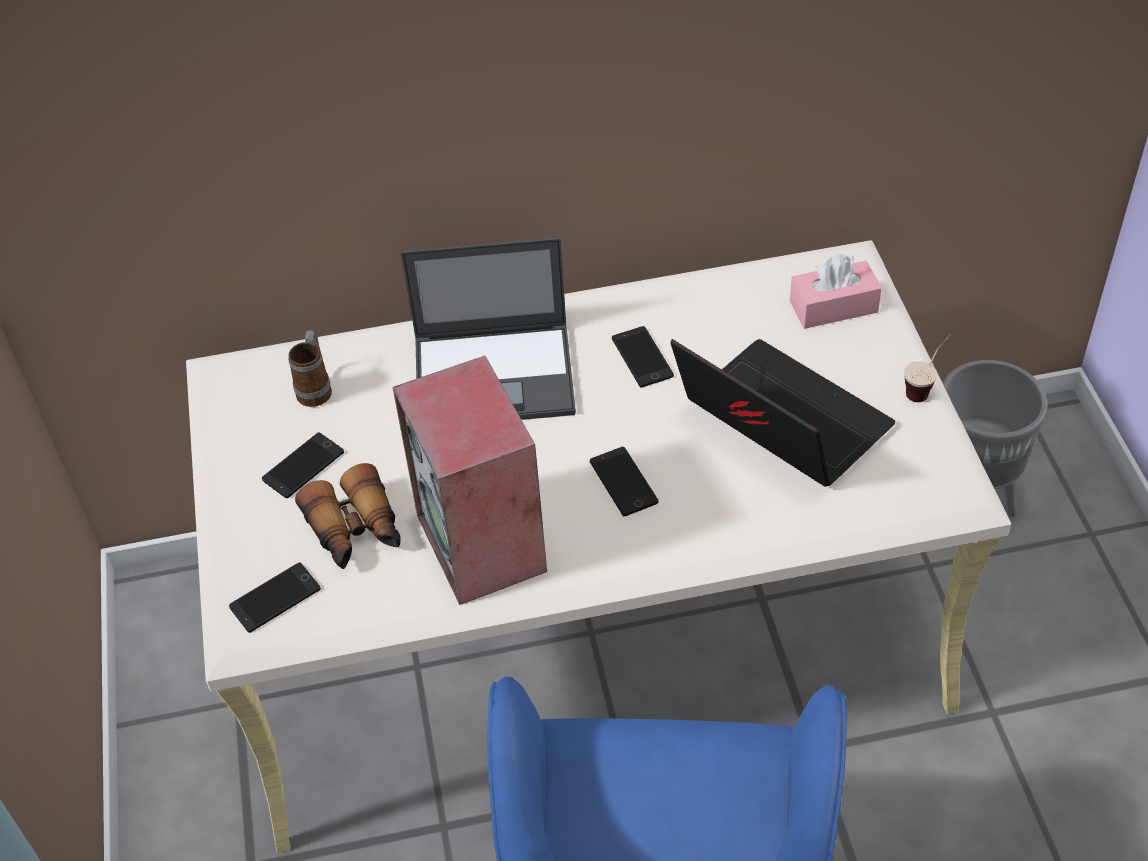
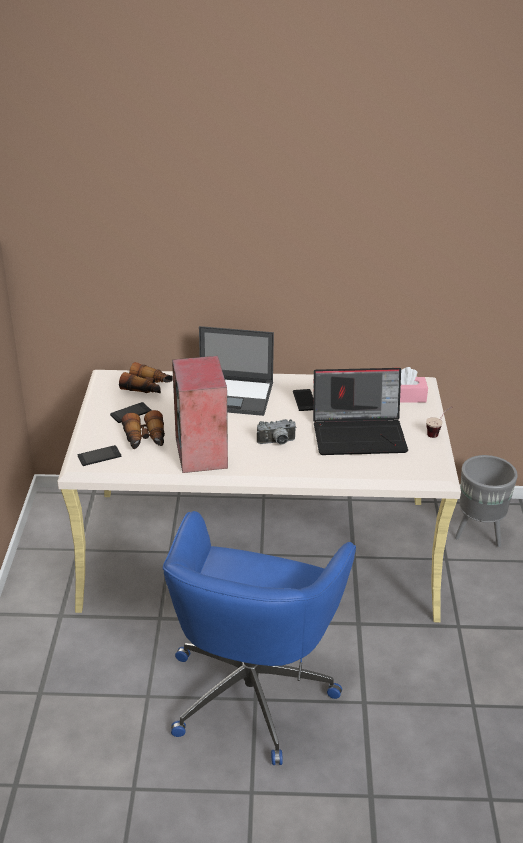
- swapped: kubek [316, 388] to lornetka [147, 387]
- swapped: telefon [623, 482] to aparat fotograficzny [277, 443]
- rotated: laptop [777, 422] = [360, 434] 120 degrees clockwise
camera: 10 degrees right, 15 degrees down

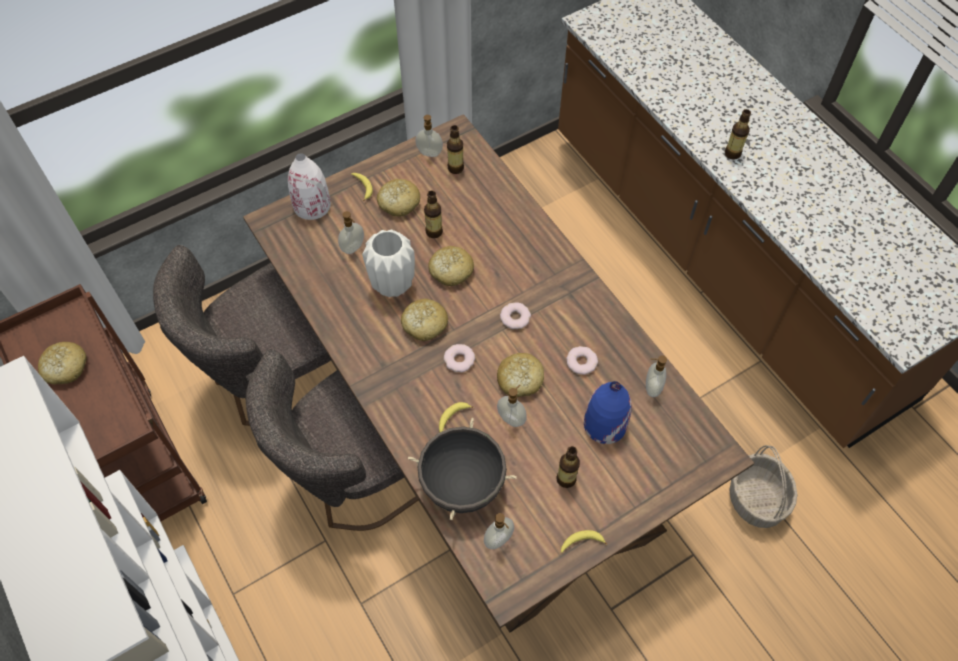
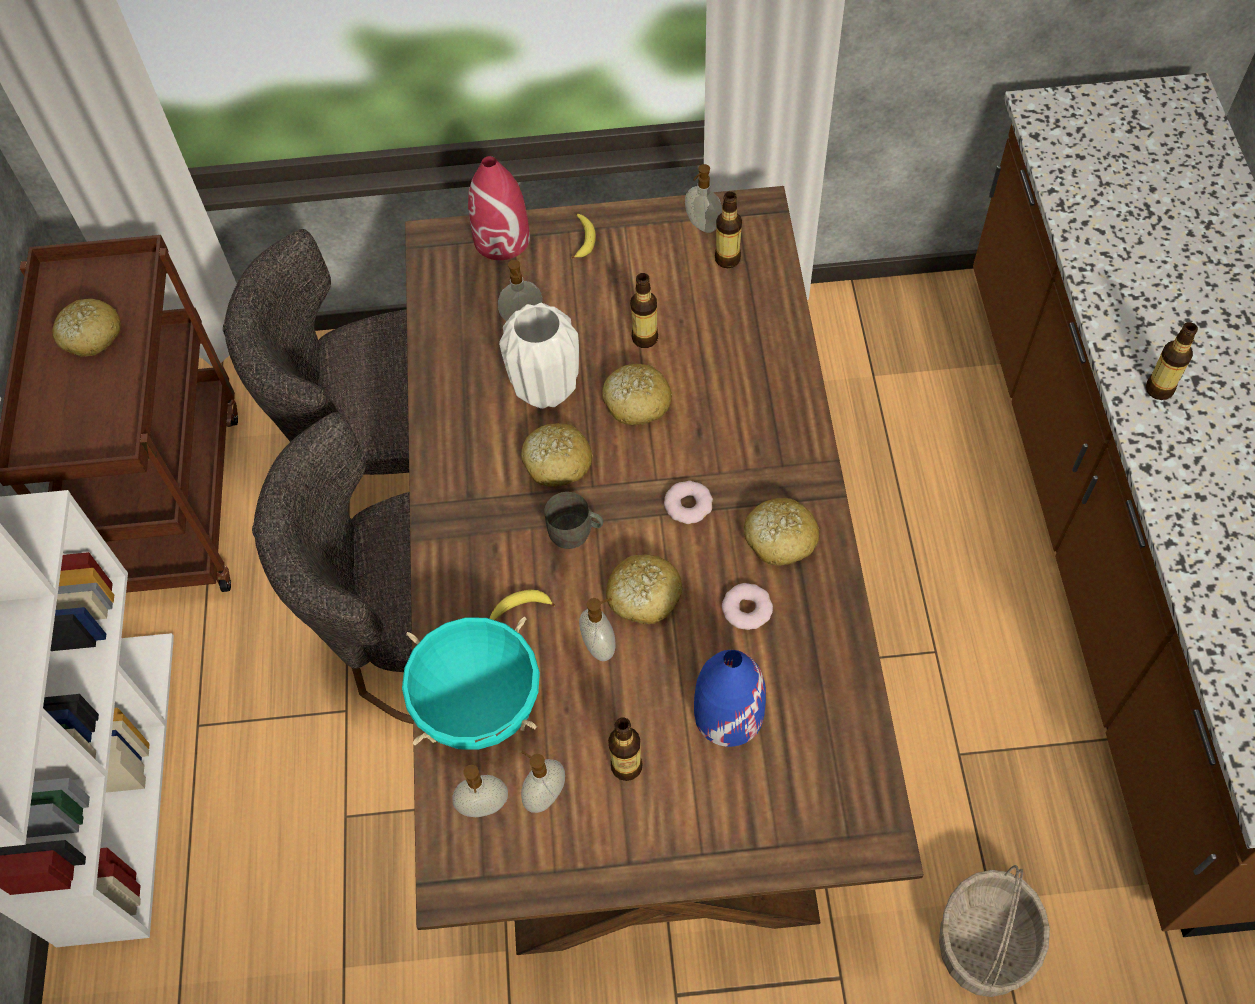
- repainted: wazon (biały) [312, 205] to wazon (czerwony) [502, 239]
- shifted: chleb [398, 203] to [779, 538]
- repainted: garnek (czarny) [463, 485] to garnek (turkusowy) [480, 708]
- swapped: donut [459, 360] to kubek (szary) [575, 532]
- gone: banan [581, 542]
- shifted: dozownik mydła [651, 387] to [544, 795]
camera: 30 degrees right, 0 degrees up

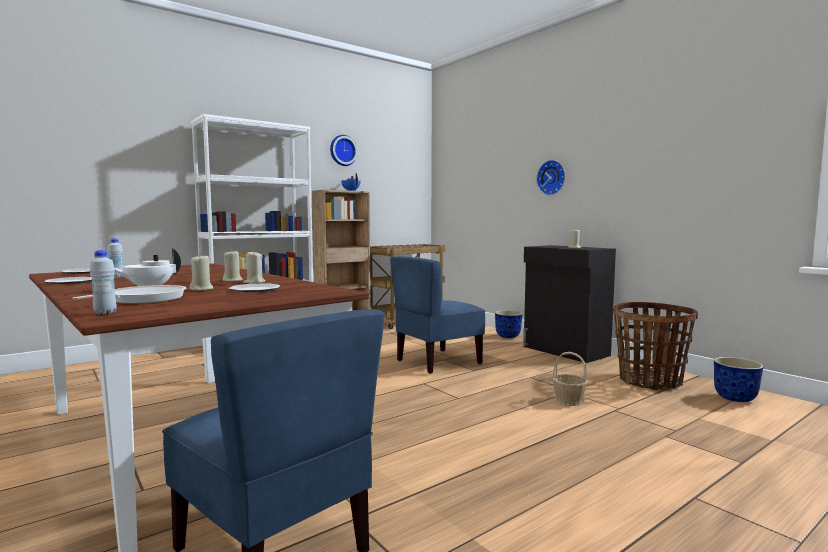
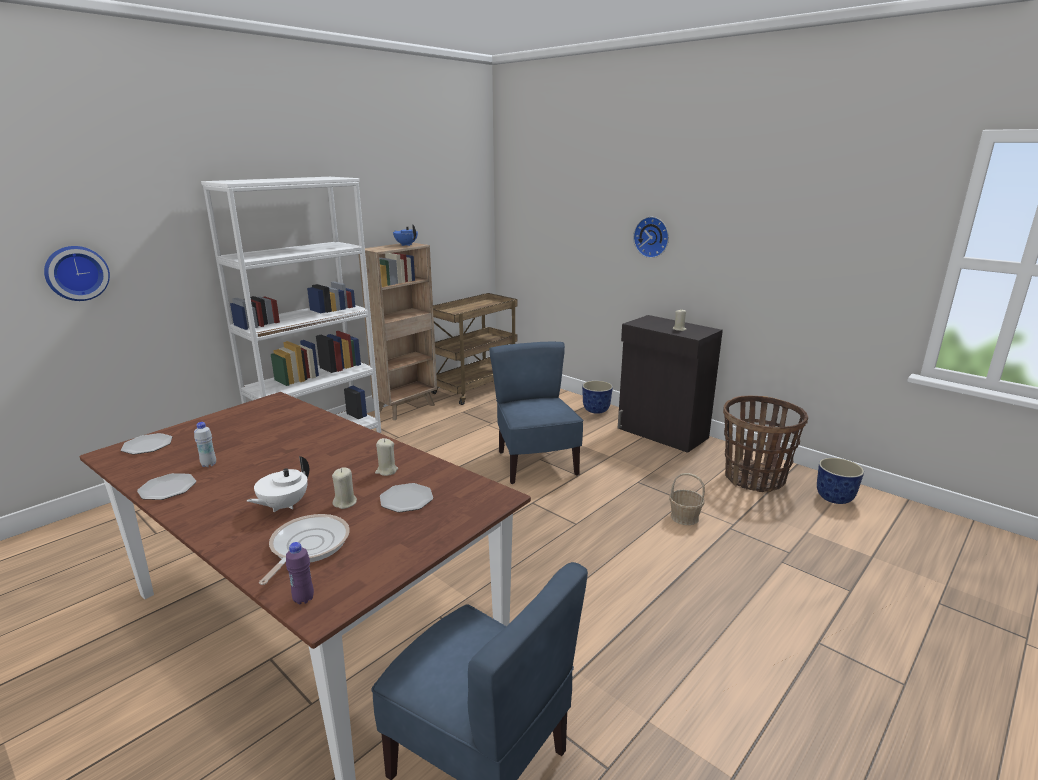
- repainted: butelka (biały) [105, 313] to butelka (fioletowy) [303, 599]
- gone: świeca (beżowy) [232, 280]
- shifted: zegar ścienny [342, 150] to [76, 273]
- rotated: krzesło (niebieski) [437, 362] = [535, 463] 120 degrees clockwise
camera: 10 degrees left, 15 degrees up

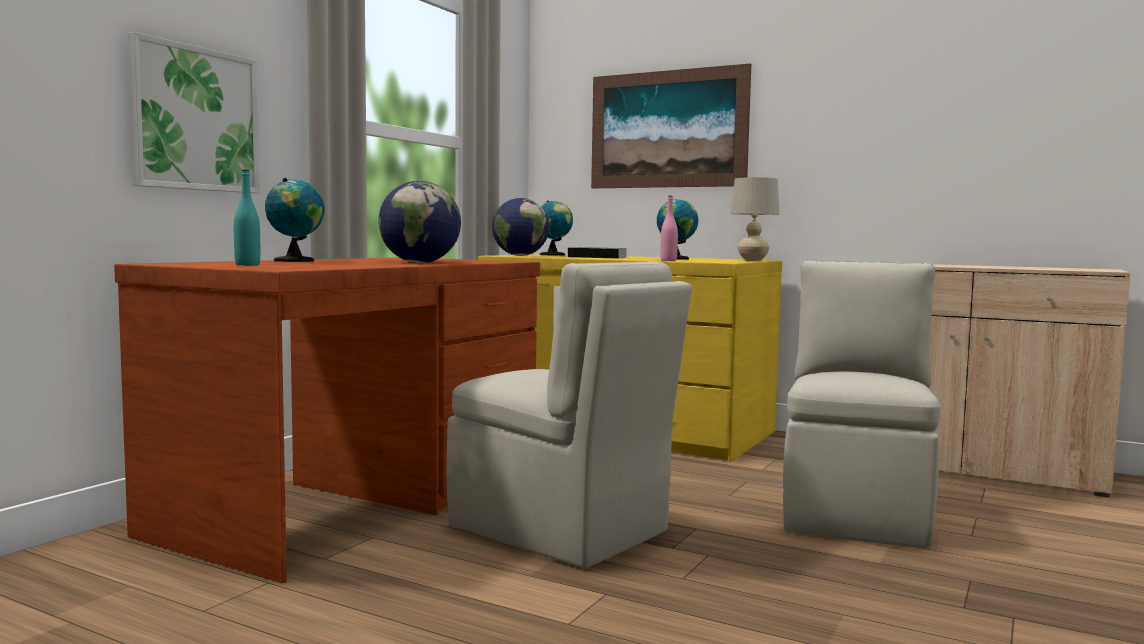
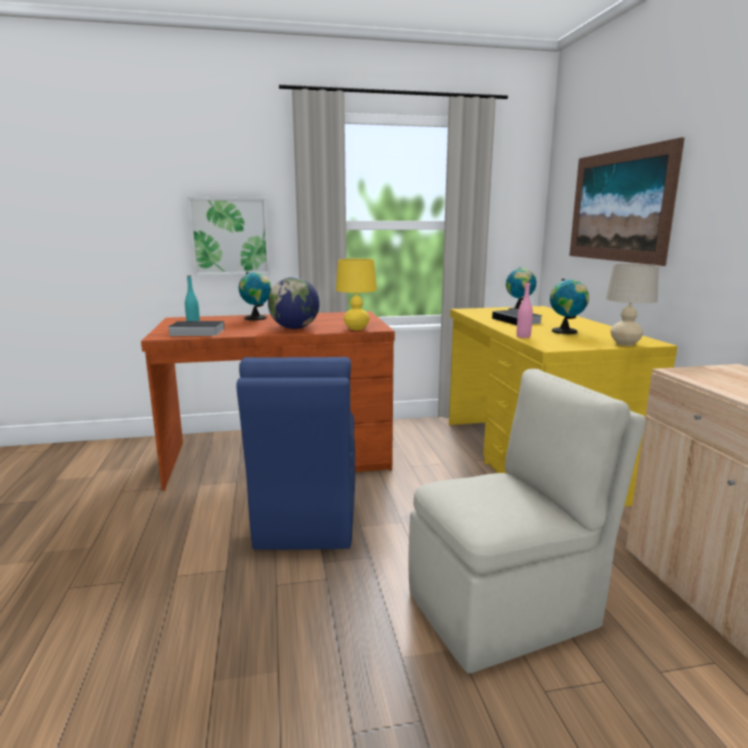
- repainted: krzesło (beżowy) [562, 530] to krzesło (niebieski) [306, 519]
- gone: globus [520, 255]
- new: książka [195, 332]
- new: lampa stołowa (żółty) [356, 329]
camera: 50 degrees right, 10 degrees up

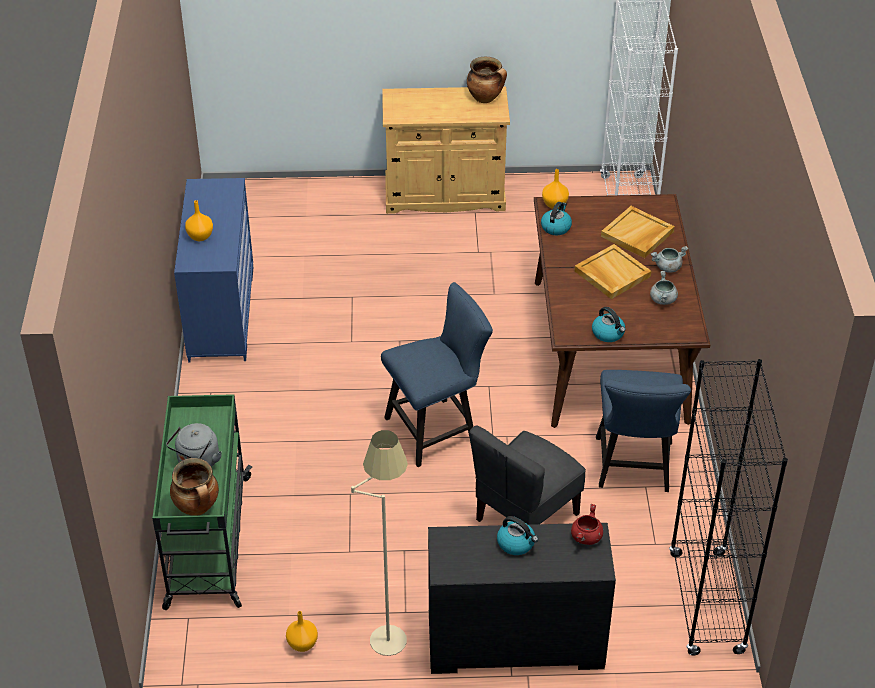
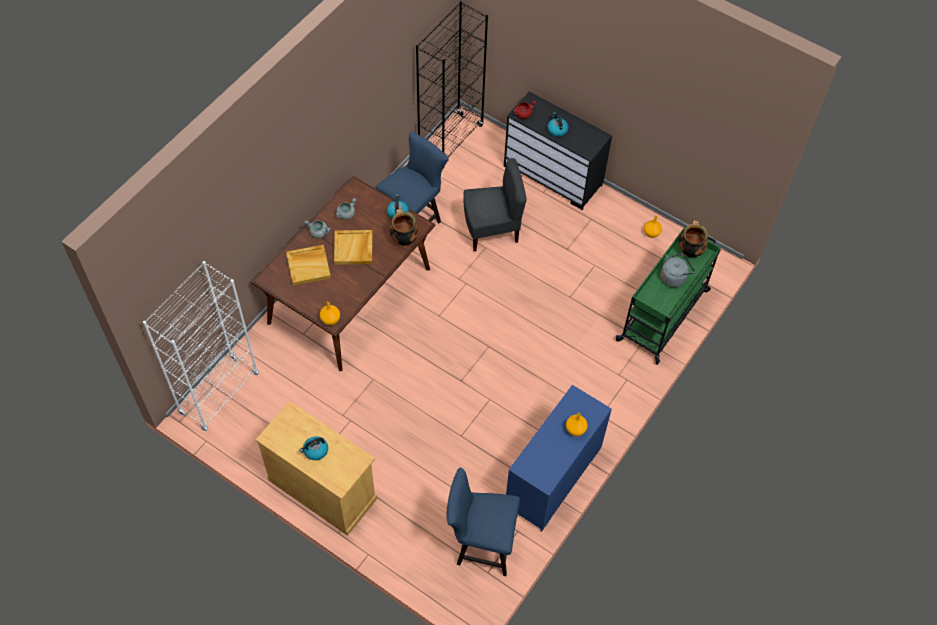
- gone: lampa stojąca (beżowy) [388, 626]
- shifted: krzesło (niebieski) [437, 429] to [480, 544]
- shifted: garnek [486, 98] to [404, 239]
- shifted: czajnik [556, 227] to [315, 451]
camera: 145 degrees left, 15 degrees up

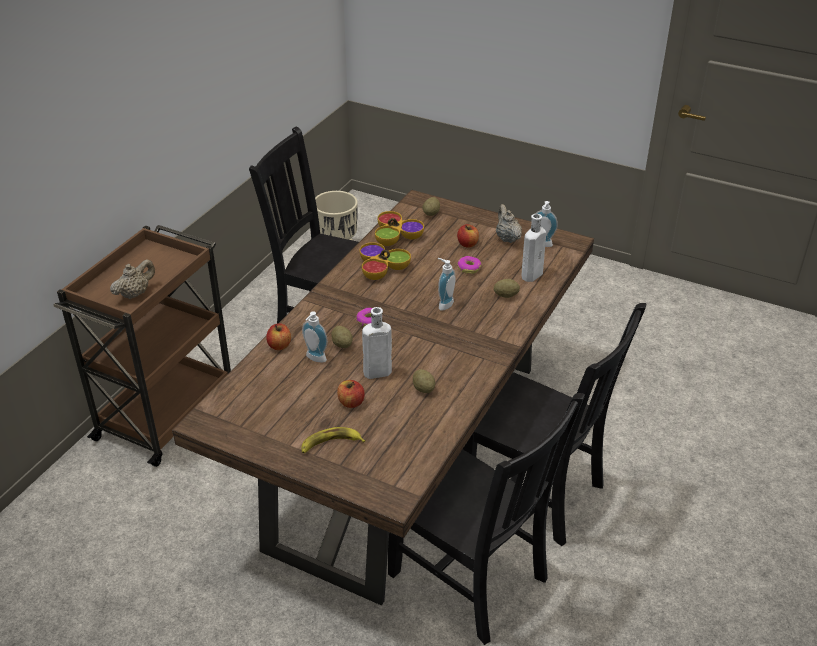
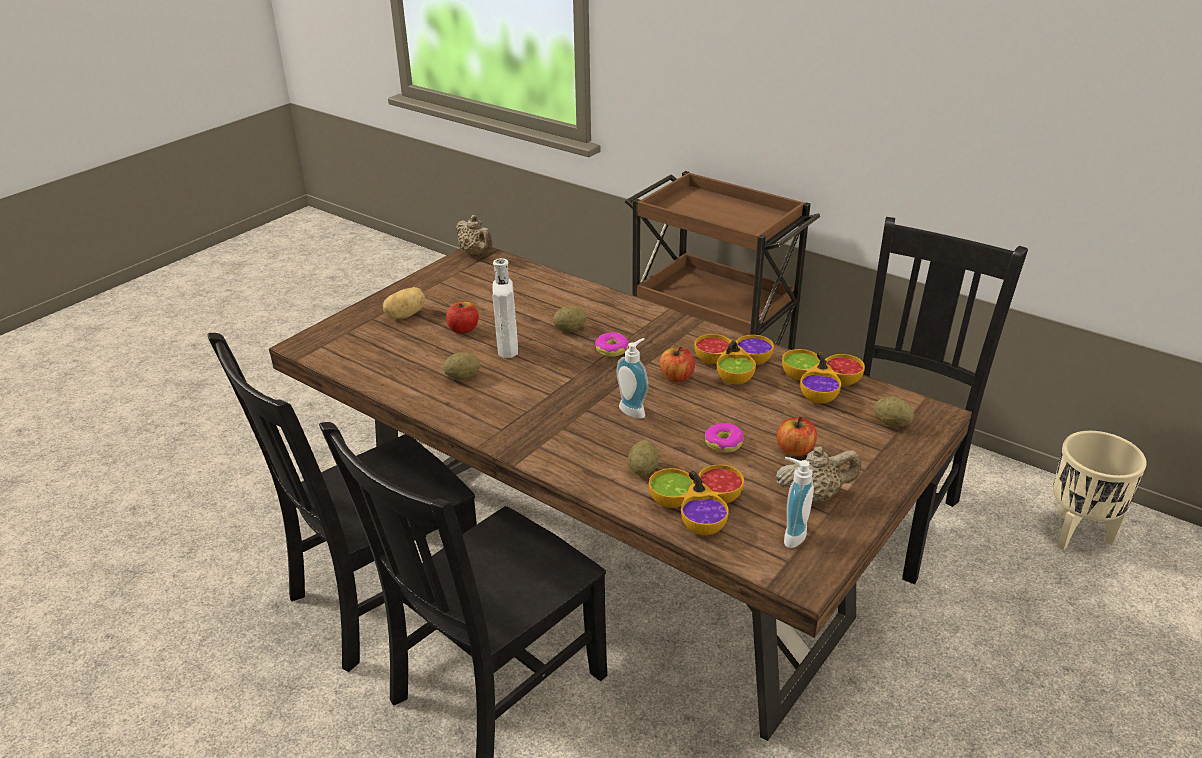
- shifted: imbryk (beżowy) [135, 293] to [476, 254]
- shifted: jabłko [279, 345] to [676, 377]
- swapped: banan [330, 444] to ziemniak [405, 315]
- gone: dozownik mydła [314, 359]
- swapped: butelka (biały) [532, 274] to miska [698, 508]
camera: 100 degrees right, 5 degrees down

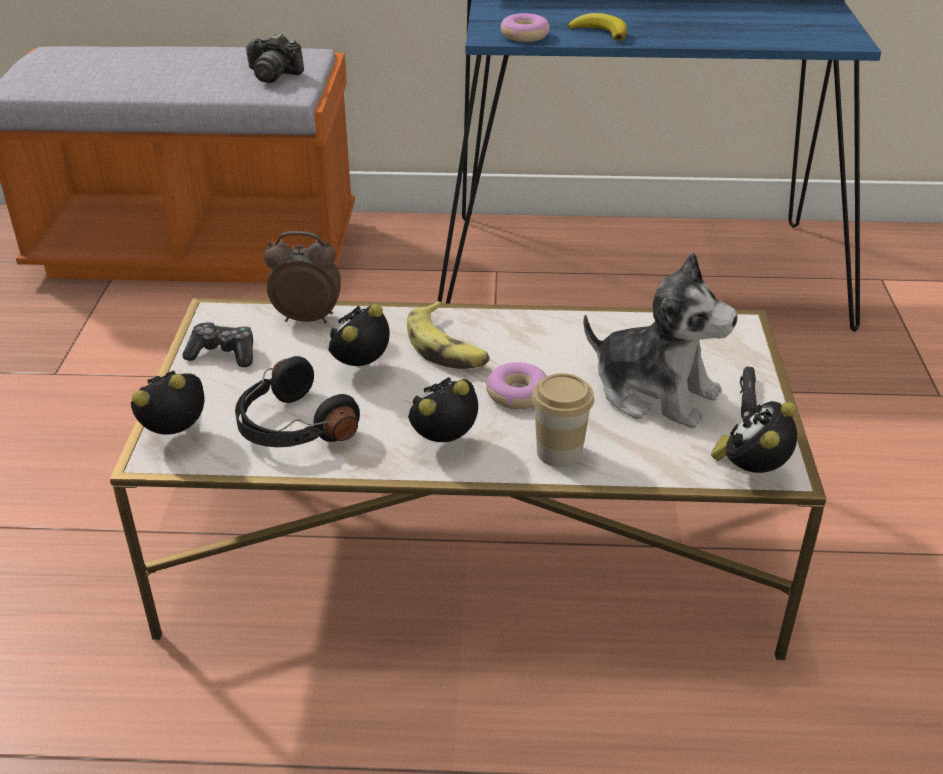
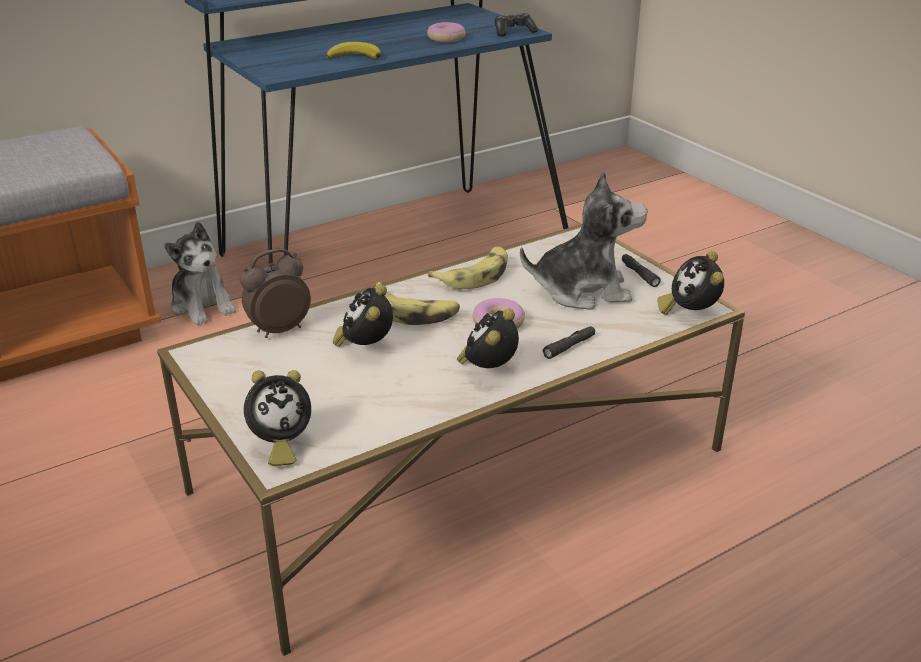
- rotated: budzik [178, 434] = [279, 445] 150 degrees counterclockwise
- shifted: pad do gier [223, 353] to [513, 32]
- gone: słuchawki (czarny) [292, 427]
- gone: aparat fotograficzny [273, 75]
- shifted: donut [524, 35] to [446, 38]
- swapped: filiżanka [559, 452] to latarka (czarny) [569, 346]
- new: pluszak [202, 306]
- new: banan [475, 275]
camera: 35 degrees left, 5 degrees down

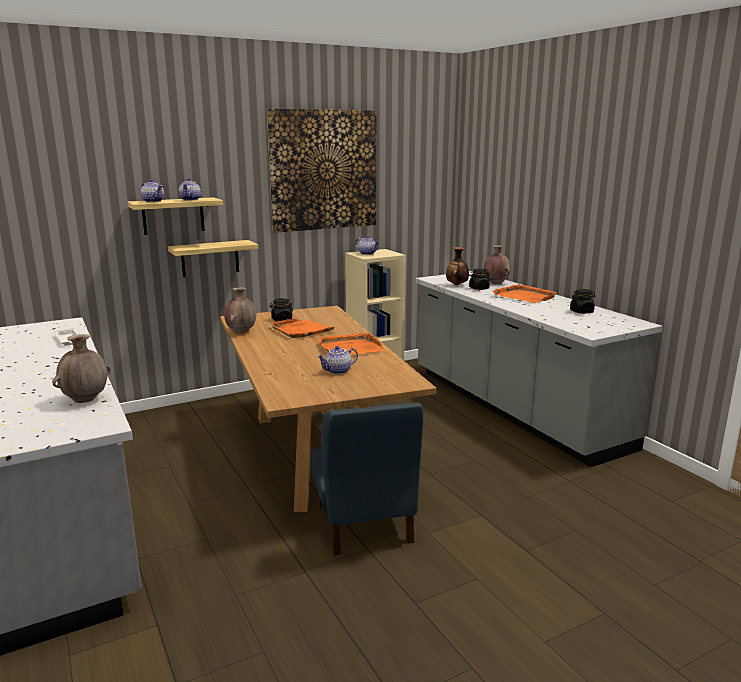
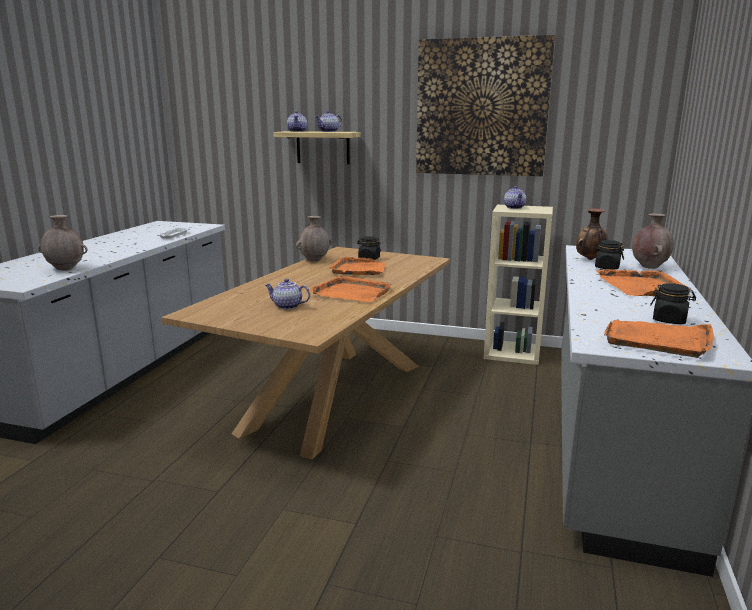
- gone: półka [210, 258]
- gone: krzesło (niebieski) [364, 523]
- new: taca (pomarańczowy) [658, 340]
camera: 45 degrees right, 0 degrees up

